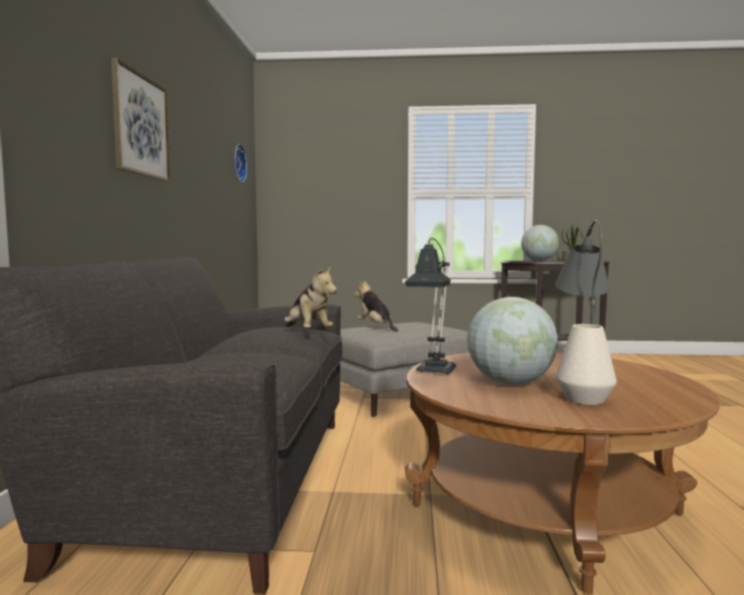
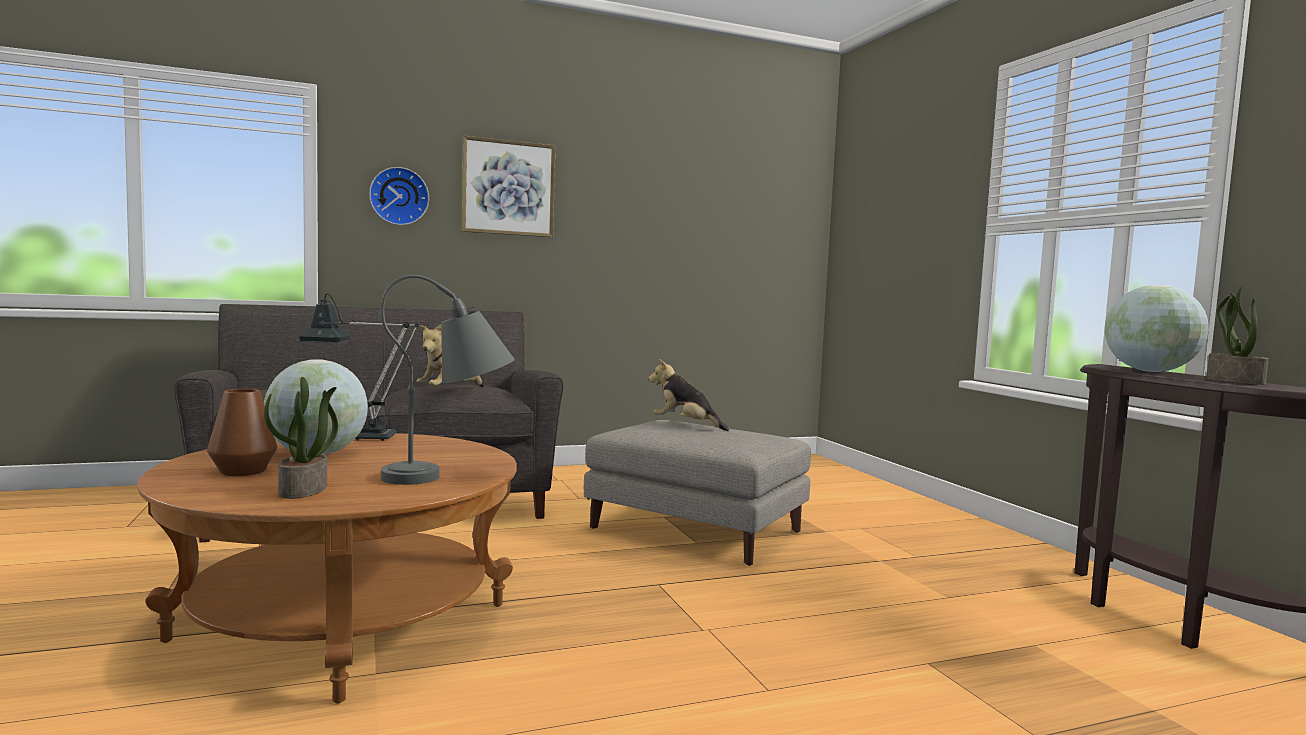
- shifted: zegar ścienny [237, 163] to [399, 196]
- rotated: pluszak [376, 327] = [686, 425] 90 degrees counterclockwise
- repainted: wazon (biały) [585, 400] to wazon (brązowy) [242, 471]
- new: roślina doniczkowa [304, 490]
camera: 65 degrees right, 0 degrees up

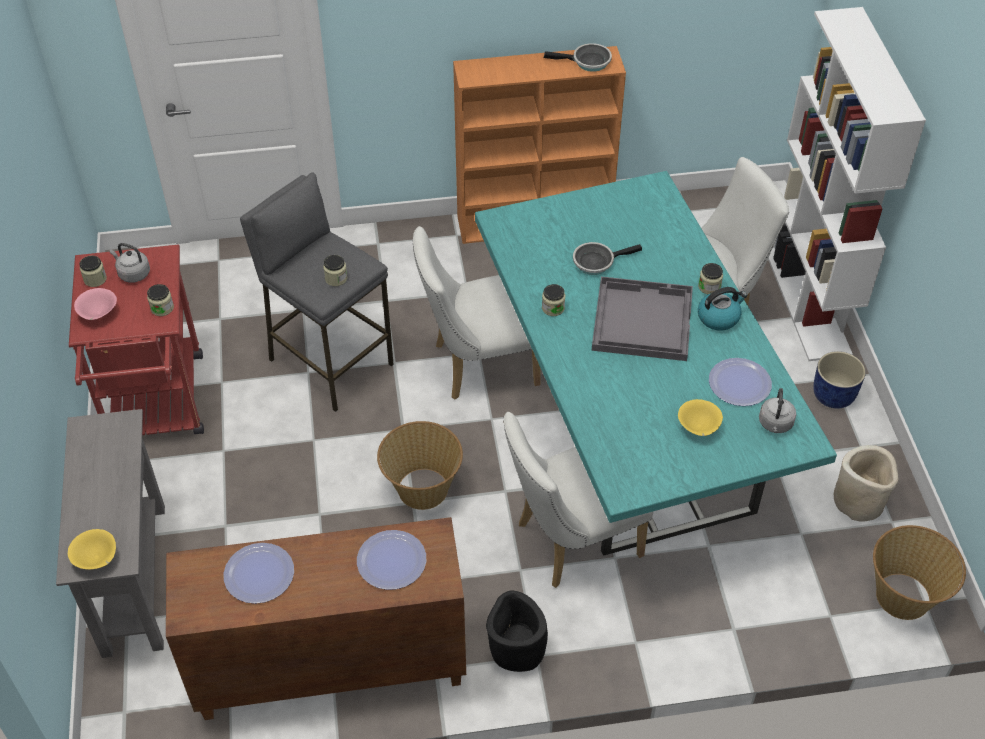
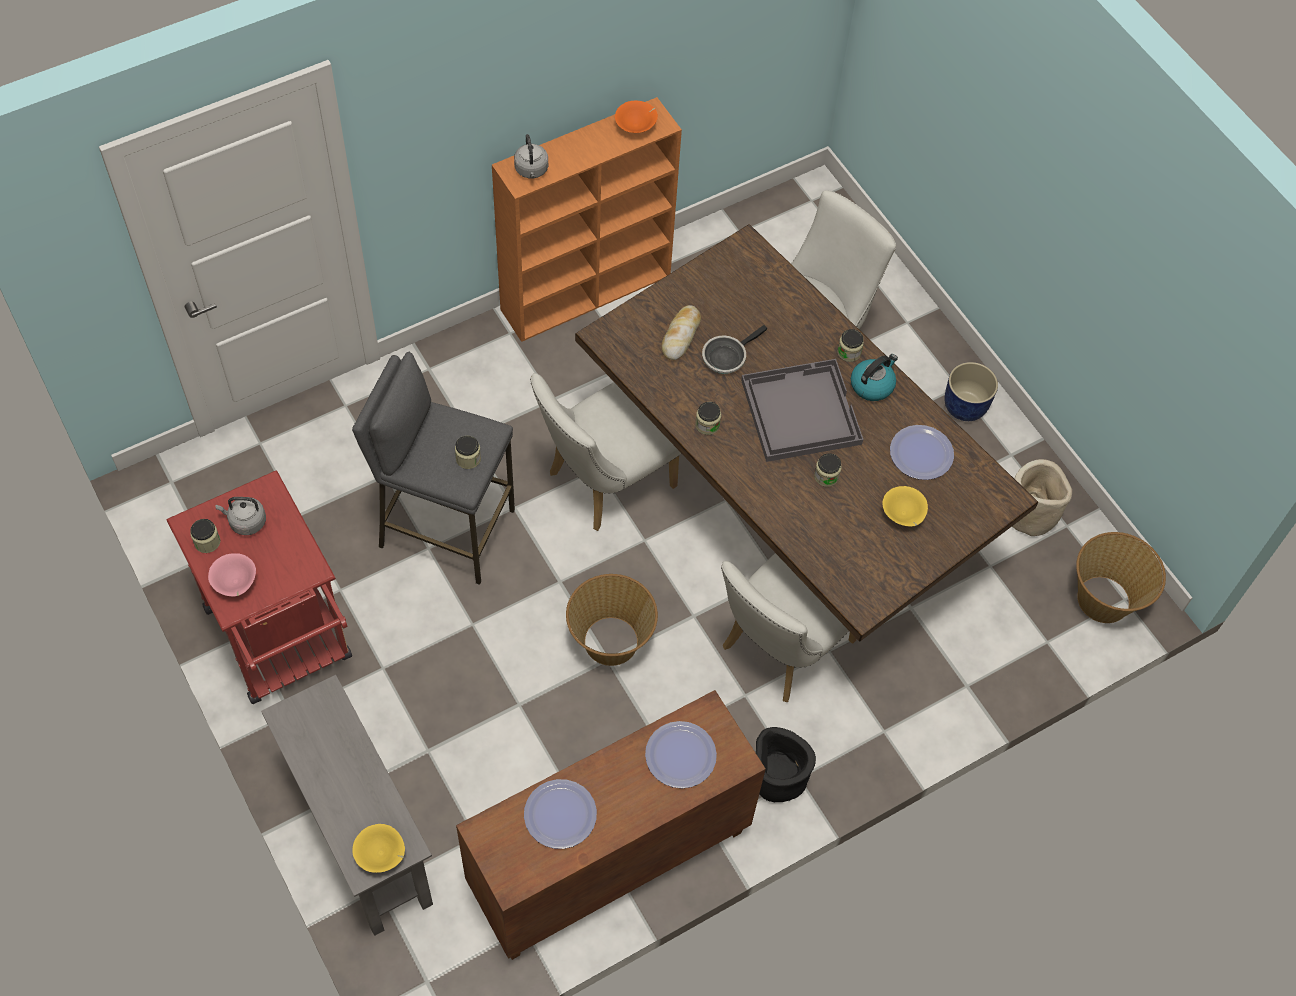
- shifted: słoik [162, 308] to [826, 476]
- repainted: stół jadalny (turkusowy) [628, 424] to stół jadalny (brązowy) [782, 501]
- swapped: patelnia [588, 62] to miska (pomarańczowy) [636, 127]
- shifted: czajnik (szary) [775, 424] to [531, 170]
- gone: regał (biały) [807, 301]
- new: chleb [681, 335]
camera: 25 degrees left, 10 degrees up

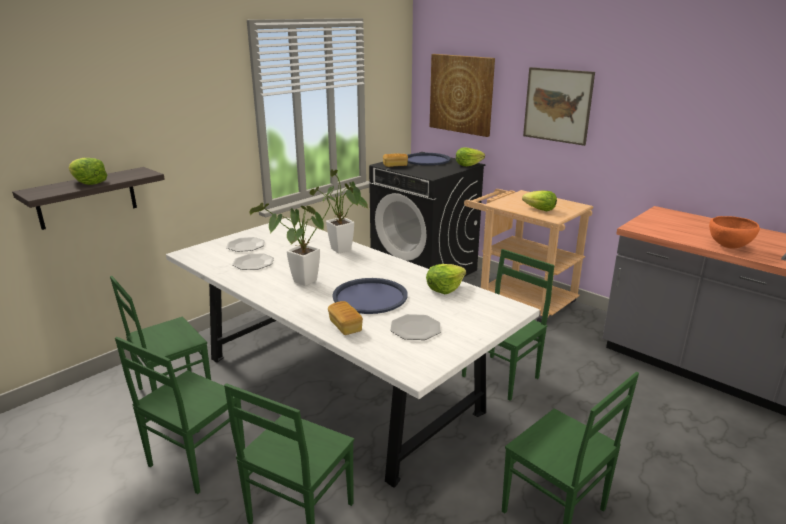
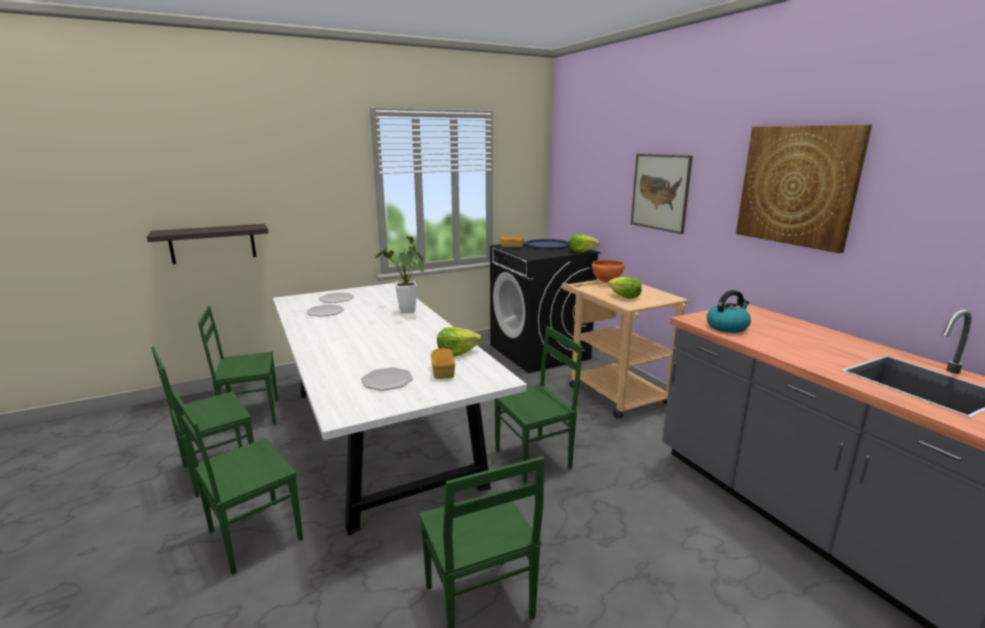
- gone: sałata [88, 183]
- gone: roślina doniczkowa [301, 283]
- shifted: chleb [345, 326] to [443, 372]
- gone: taca (niebieski) [370, 297]
- shifted: obraz [461, 94] to [797, 186]
- shifted: miska (pomarańczowy) [729, 247] to [607, 282]
- new: czajnik [727, 327]
camera: 20 degrees right, 5 degrees down

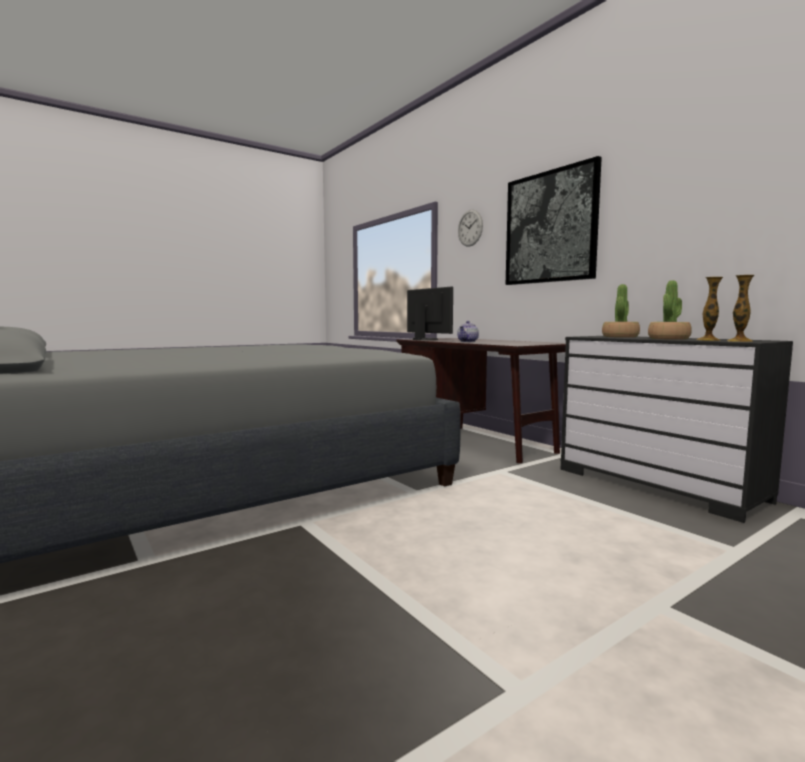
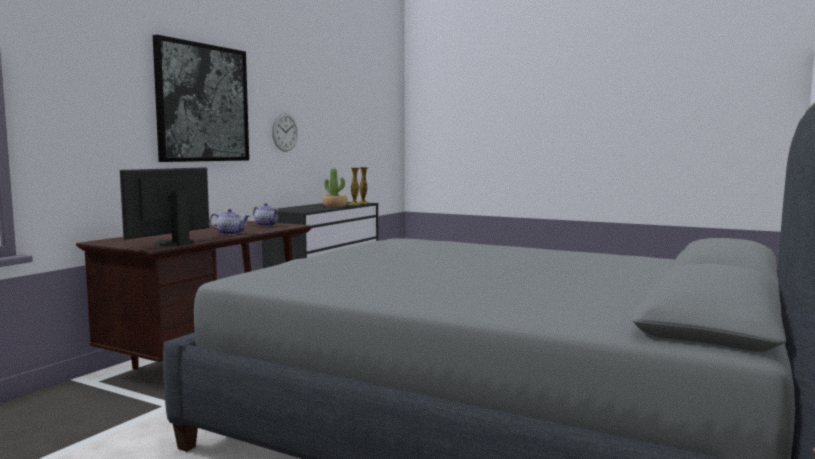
- shifted: zegar ścienny [470, 228] to [285, 132]
- gone: roślina doniczkowa [620, 337]
- new: imbryk [266, 225]
camera: 115 degrees left, 0 degrees up

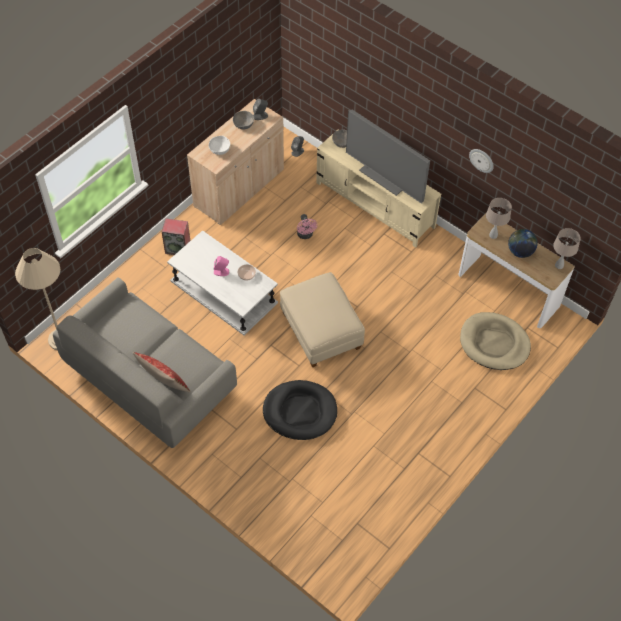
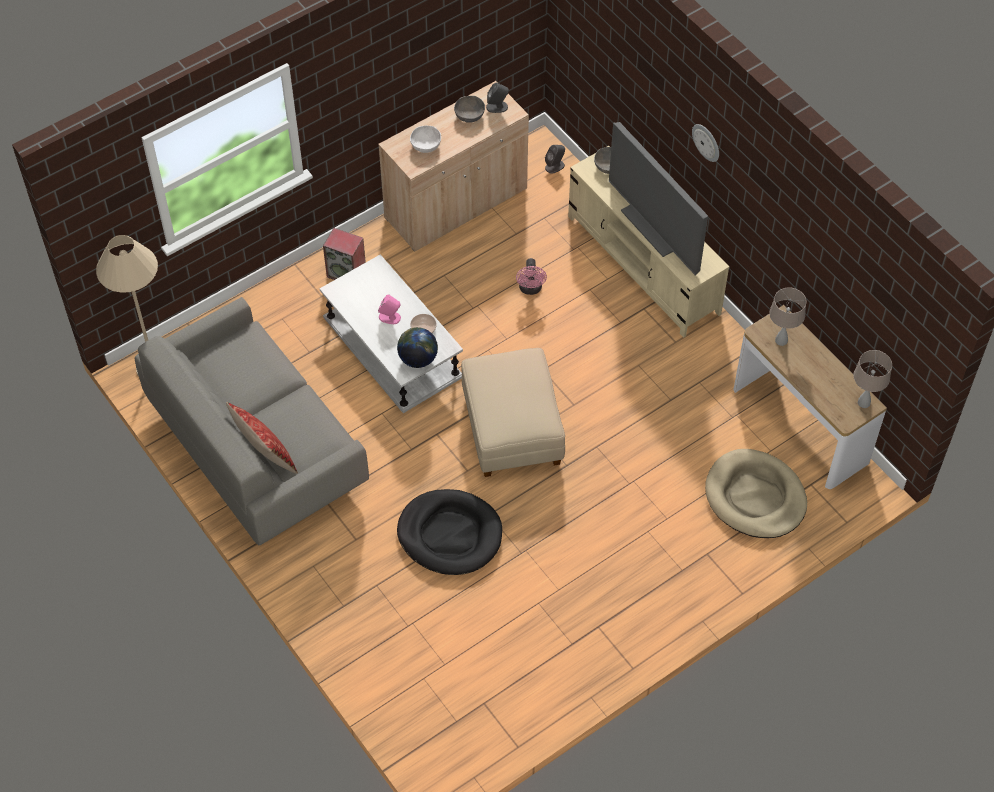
- shifted: zegar ścienny [482, 160] to [706, 142]
- shifted: globus [520, 252] to [418, 359]
camera: 15 degrees right, 0 degrees up

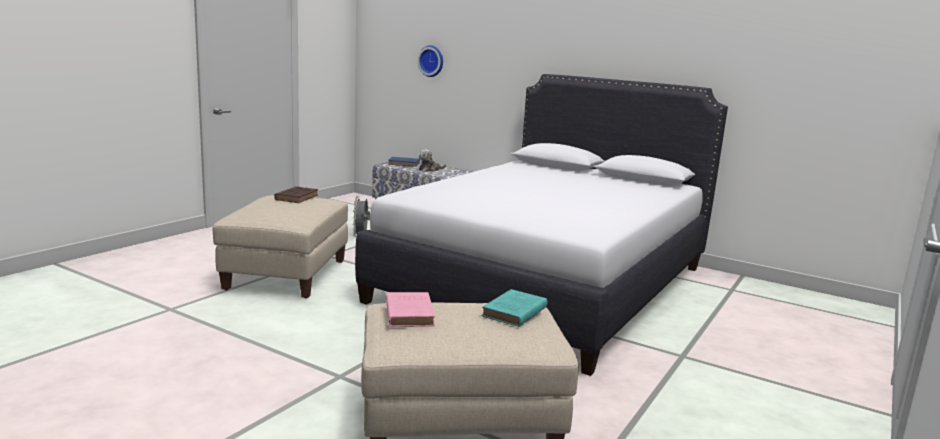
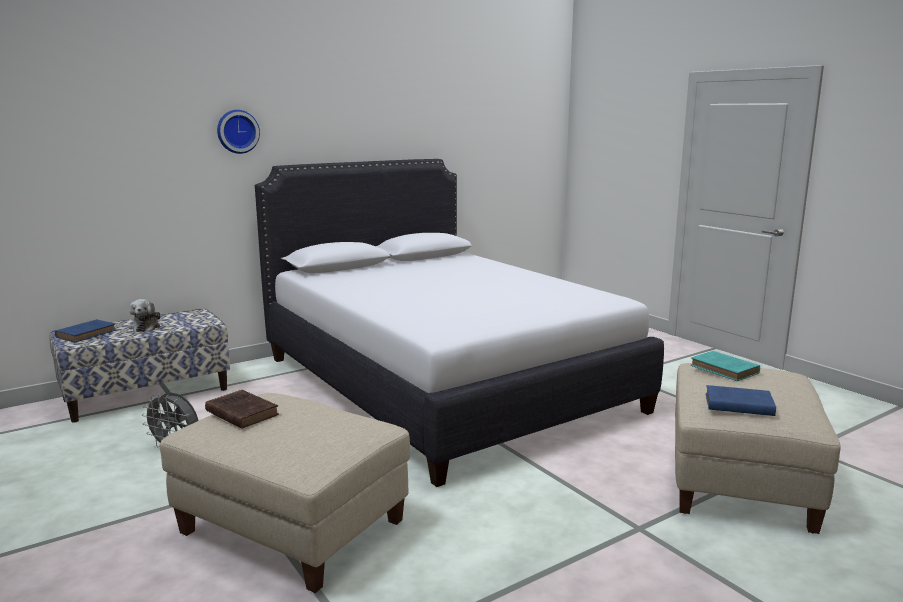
- repainted: książka (różowy) [409, 313] to książka (niebieski) [736, 405]
- shifted: zegar ścienny [432, 61] to [237, 131]
camera: 65 degrees left, 0 degrees up

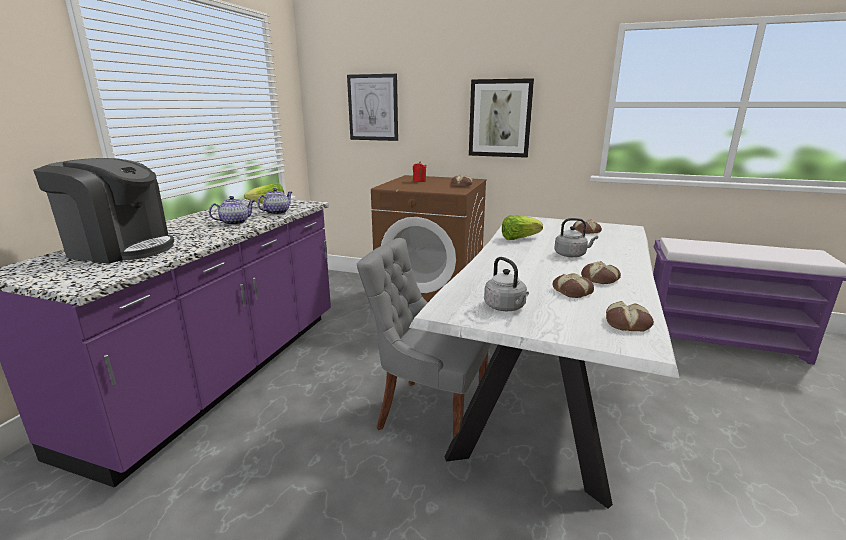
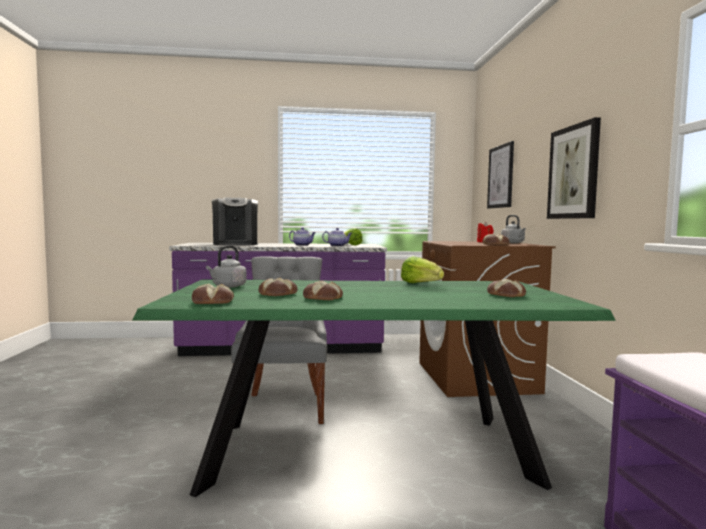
- repainted: stół jadalny (biały) [546, 387] to stół jadalny (zielony) [367, 450]
- shifted: czajnik (szary) [571, 255] to [513, 243]
camera: 65 degrees right, 15 degrees down

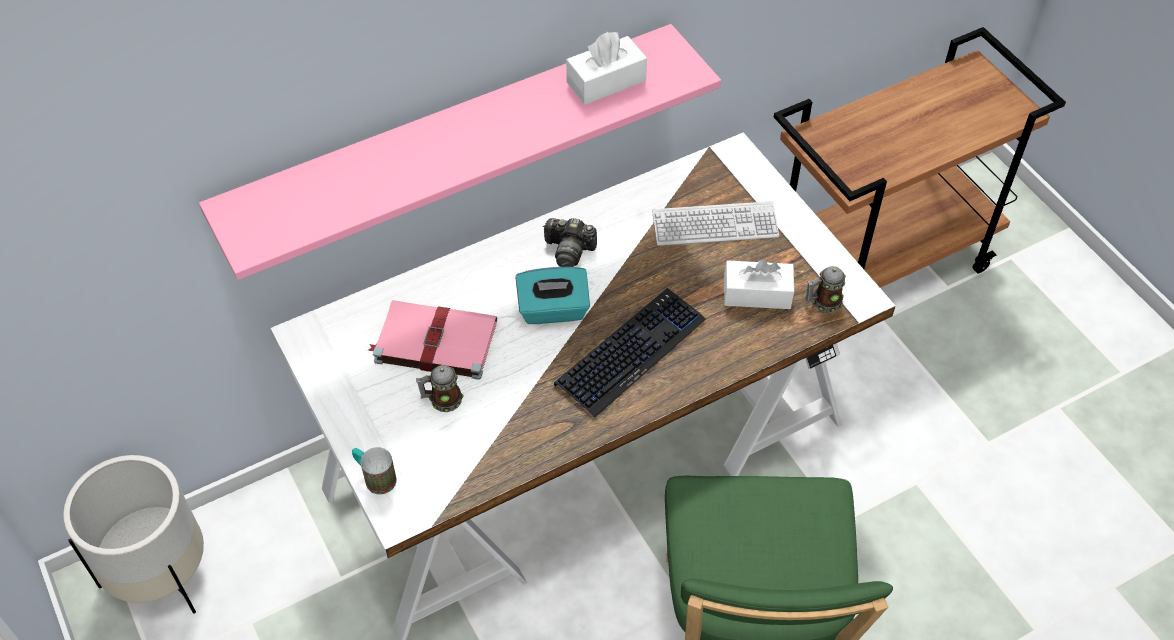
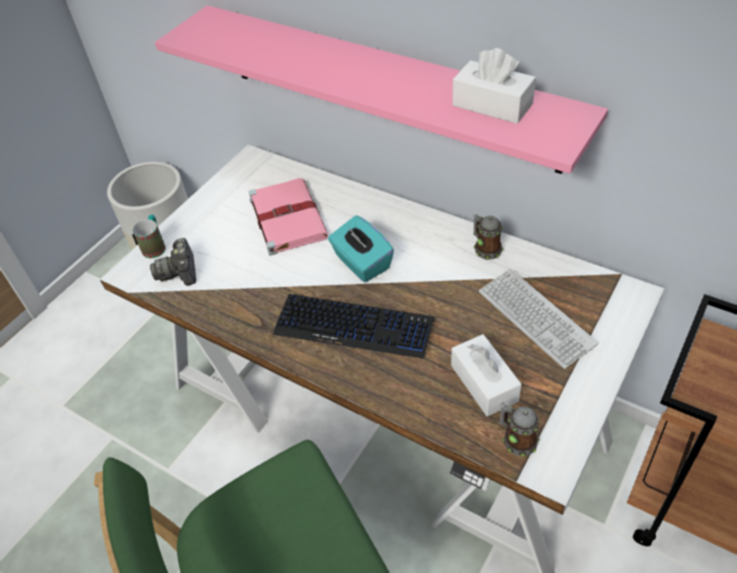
- shifted: kubek [442, 400] to [485, 248]
- shifted: aparat fotograficzny [569, 250] to [179, 272]
camera: 65 degrees right, 5 degrees down

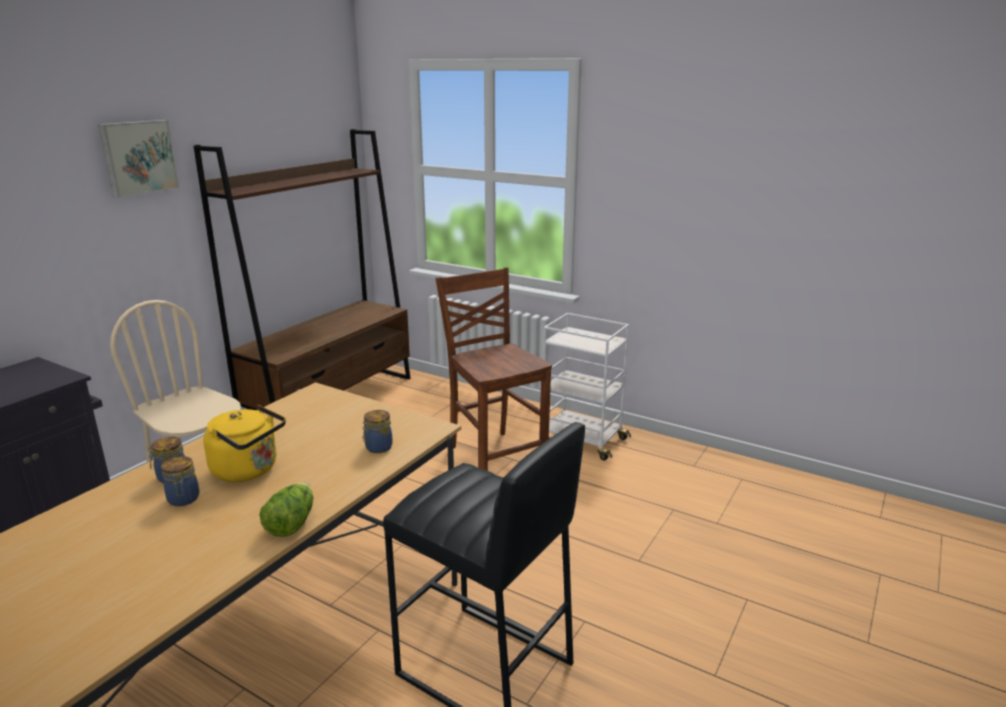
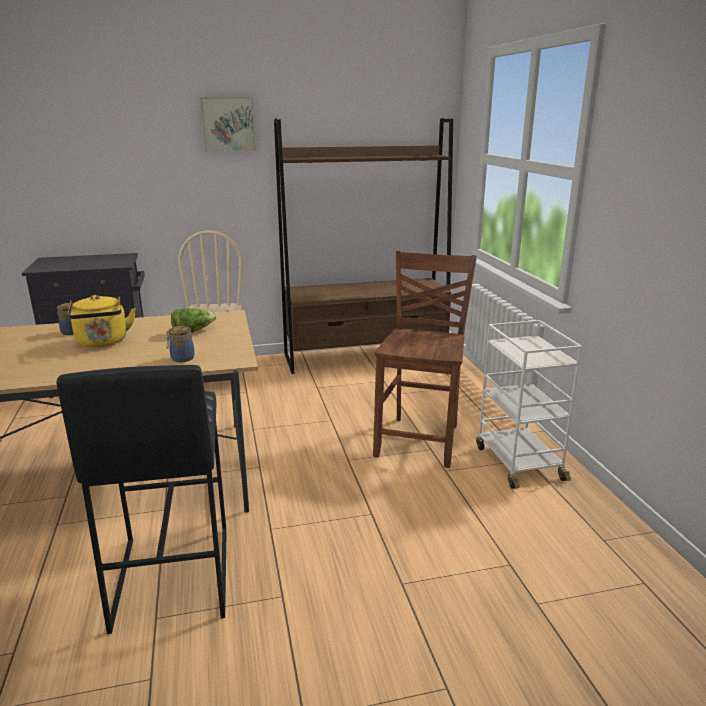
- gone: słoik [183, 499]
- shifted: sałata [291, 523] to [193, 332]
camera: 45 degrees right, 0 degrees up

